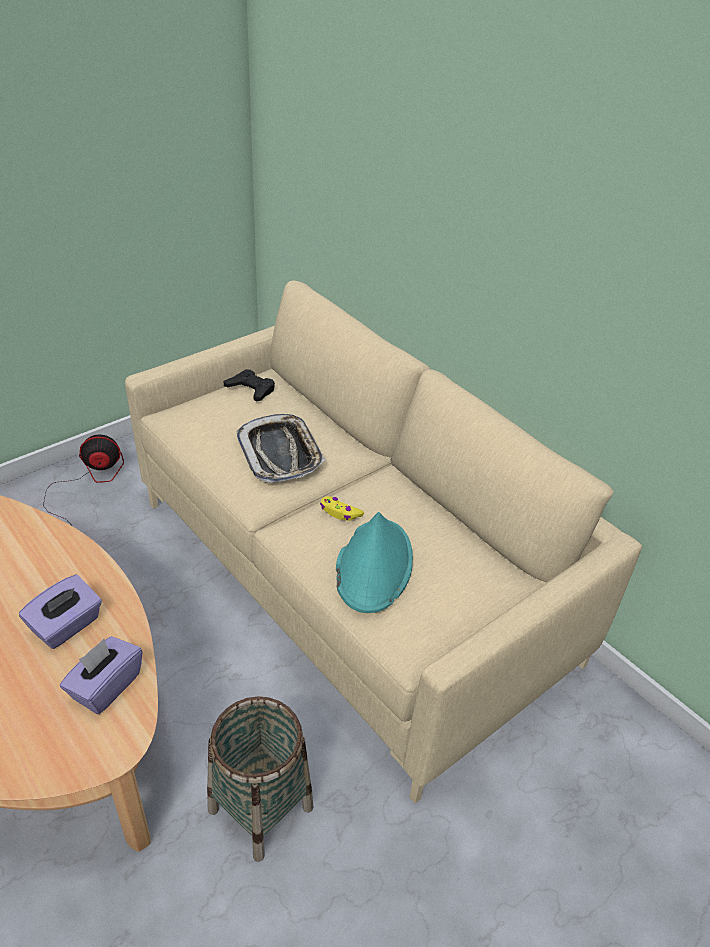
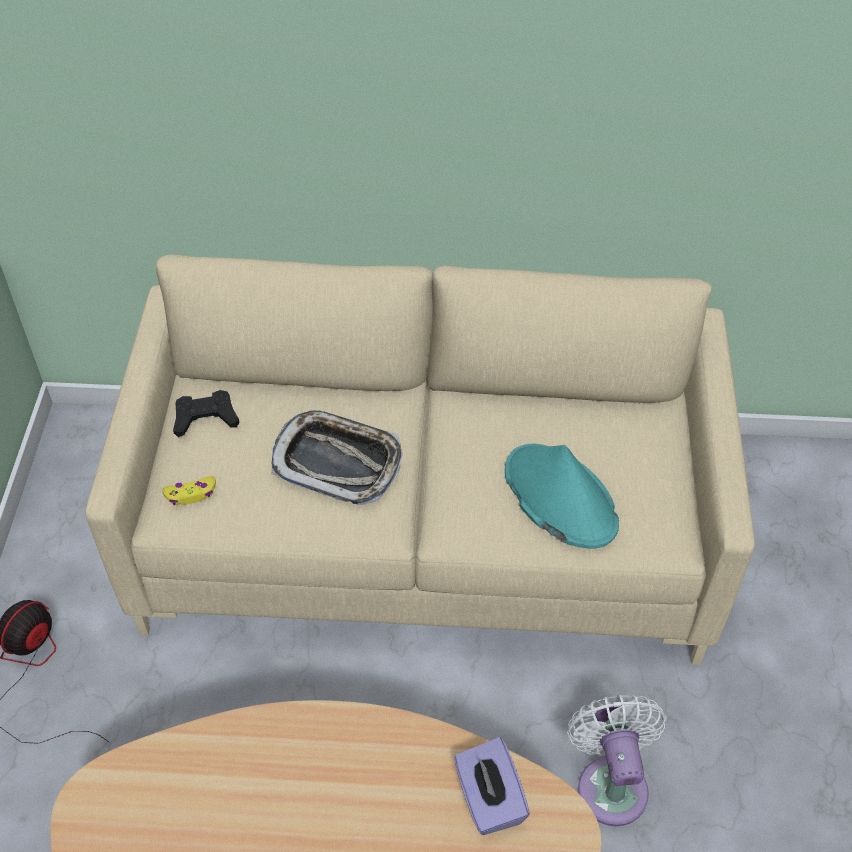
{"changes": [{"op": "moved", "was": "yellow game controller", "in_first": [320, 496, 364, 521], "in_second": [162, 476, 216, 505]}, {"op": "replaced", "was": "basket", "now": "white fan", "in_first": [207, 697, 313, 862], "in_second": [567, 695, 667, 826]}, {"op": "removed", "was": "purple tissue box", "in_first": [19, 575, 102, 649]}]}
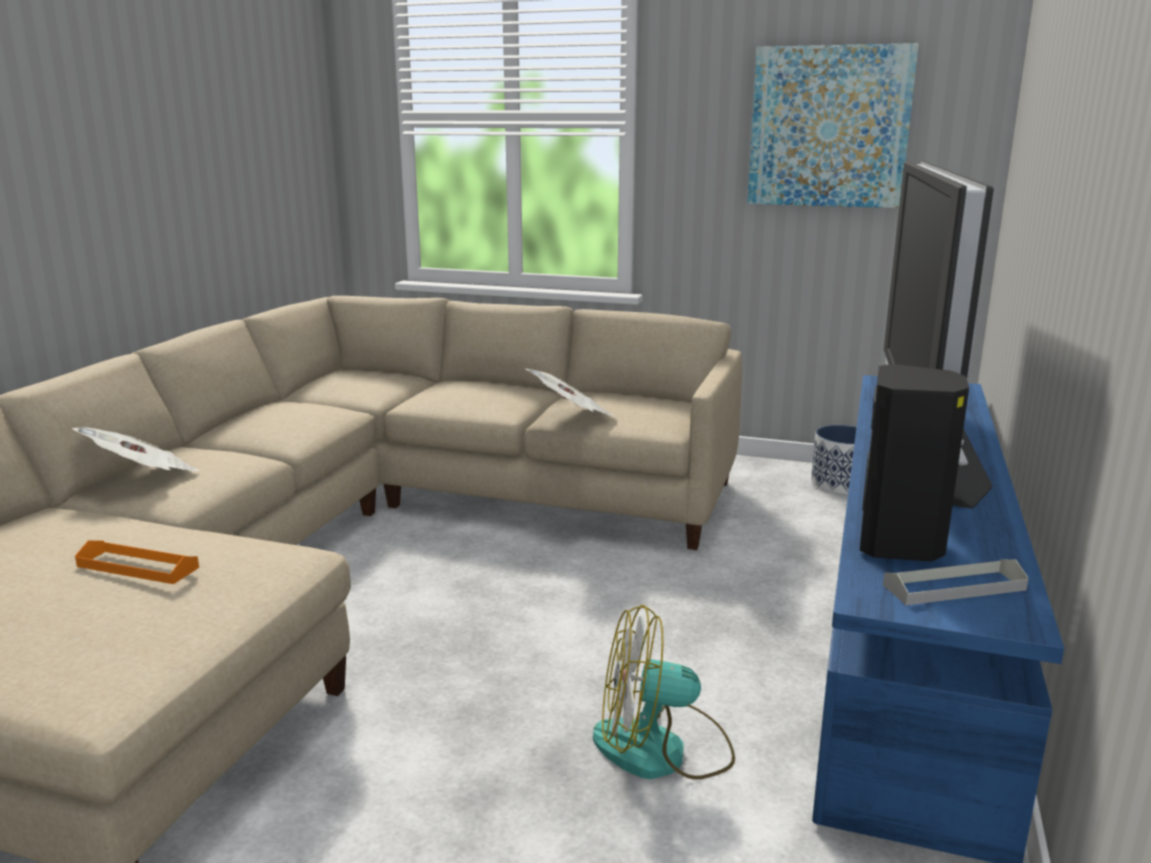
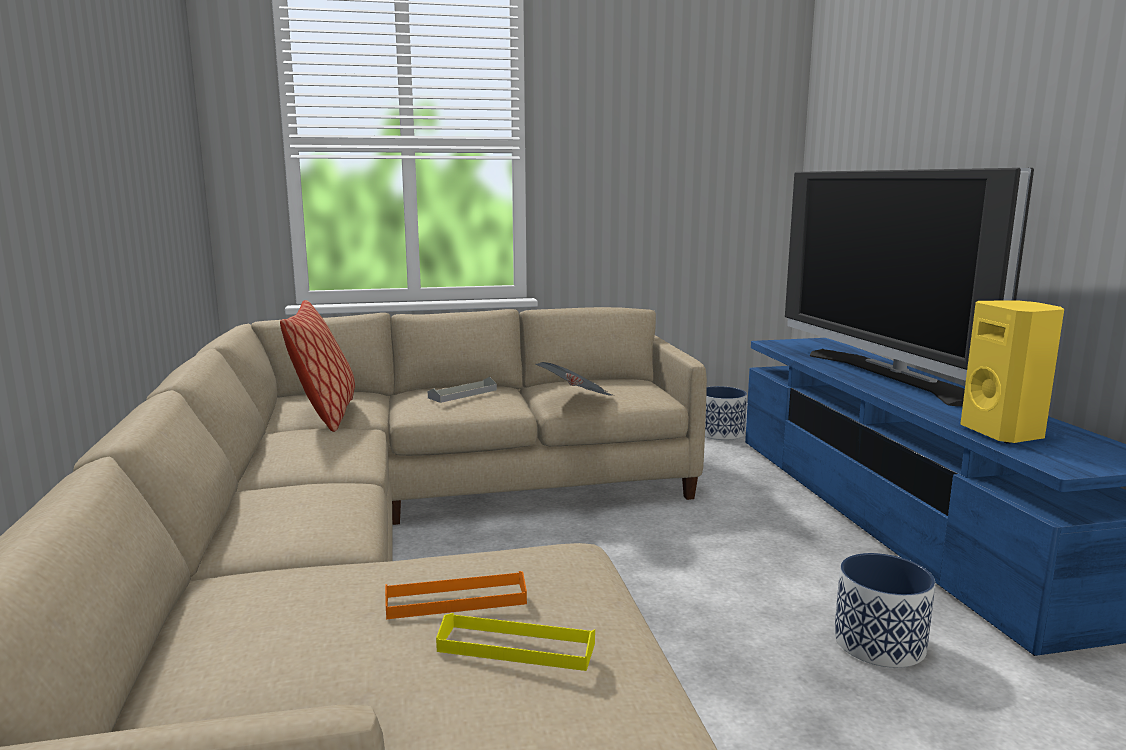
{"changes": [{"op": "added", "now": "pillow", "in_second": [280, 300, 355, 432]}, {"op": "moved", "was": "grey tray", "in_first": [883, 559, 1028, 605], "in_second": [428, 377, 497, 403]}, {"op": "added", "now": "yellow tray", "in_second": [436, 613, 595, 671]}, {"op": "replaced", "was": "fan", "now": "planter", "in_first": [593, 605, 735, 780], "in_second": [834, 553, 935, 668]}, {"op": "recoloured", "was": "black speaker", "now": "yellow speaker", "in_first": [860, 364, 969, 562], "in_second": [960, 300, 1064, 444]}, {"op": "removed", "was": "newspaper", "in_first": [71, 427, 201, 471]}, {"op": "removed", "was": "picture", "in_first": [747, 43, 919, 208]}]}
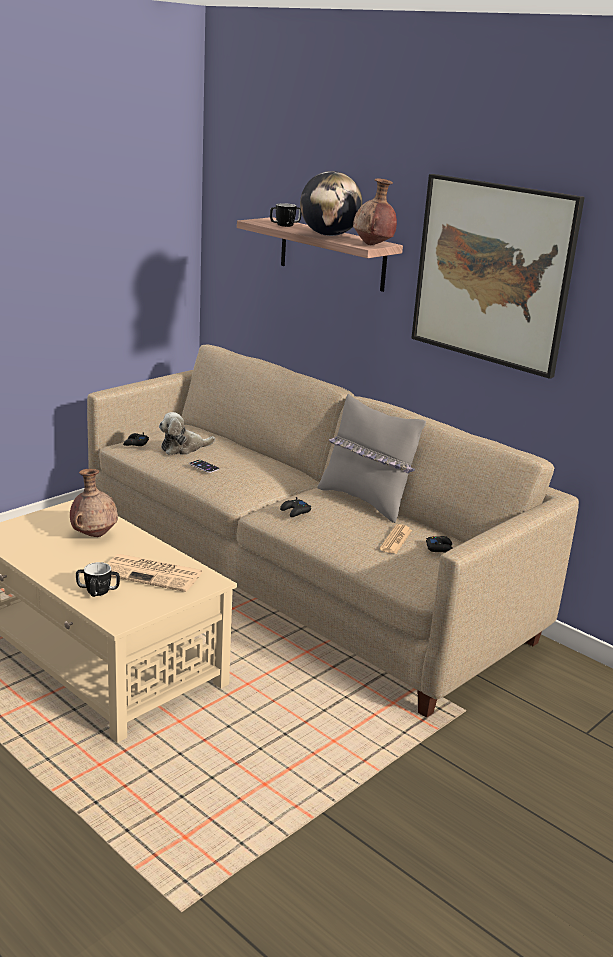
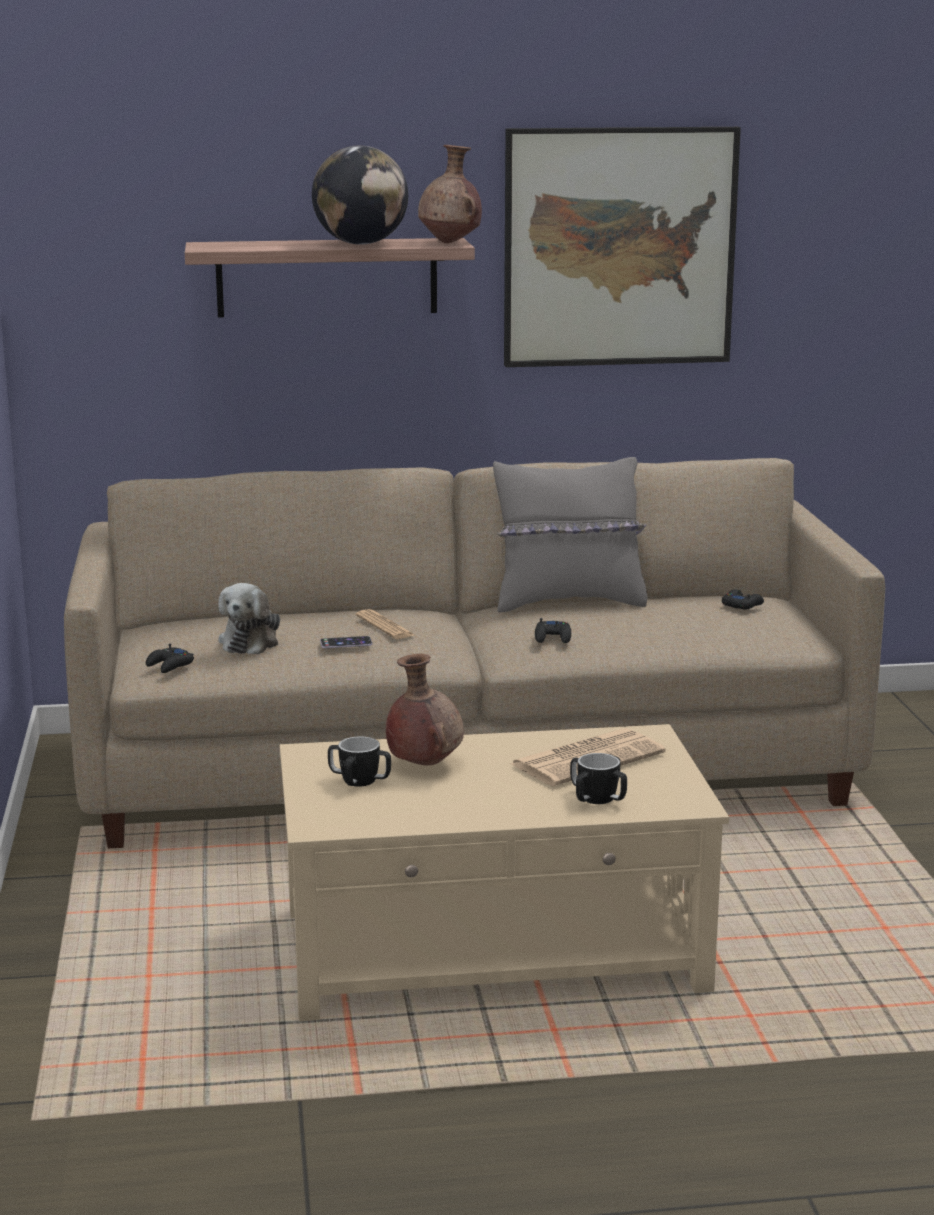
{"changes": [{"op": "moved", "was": "mug", "in_first": [270, 203, 302, 227], "in_second": [328, 736, 391, 787]}, {"op": "moved", "was": "newspaper", "in_first": [380, 524, 412, 554], "in_second": [355, 609, 416, 639]}]}
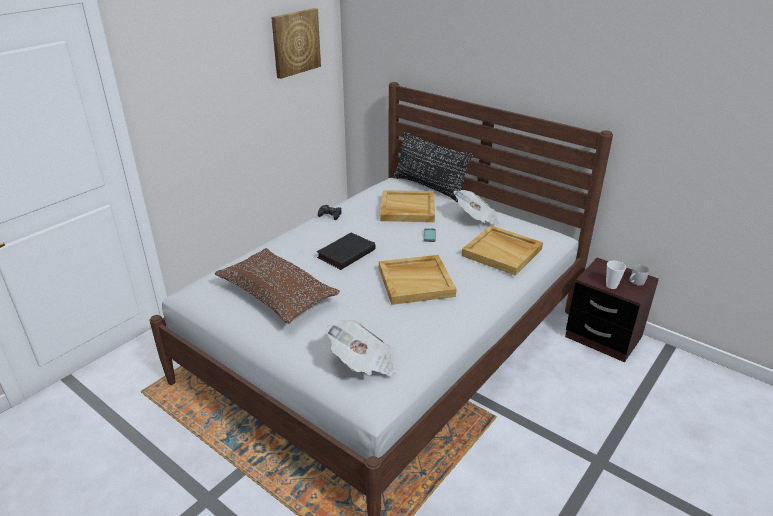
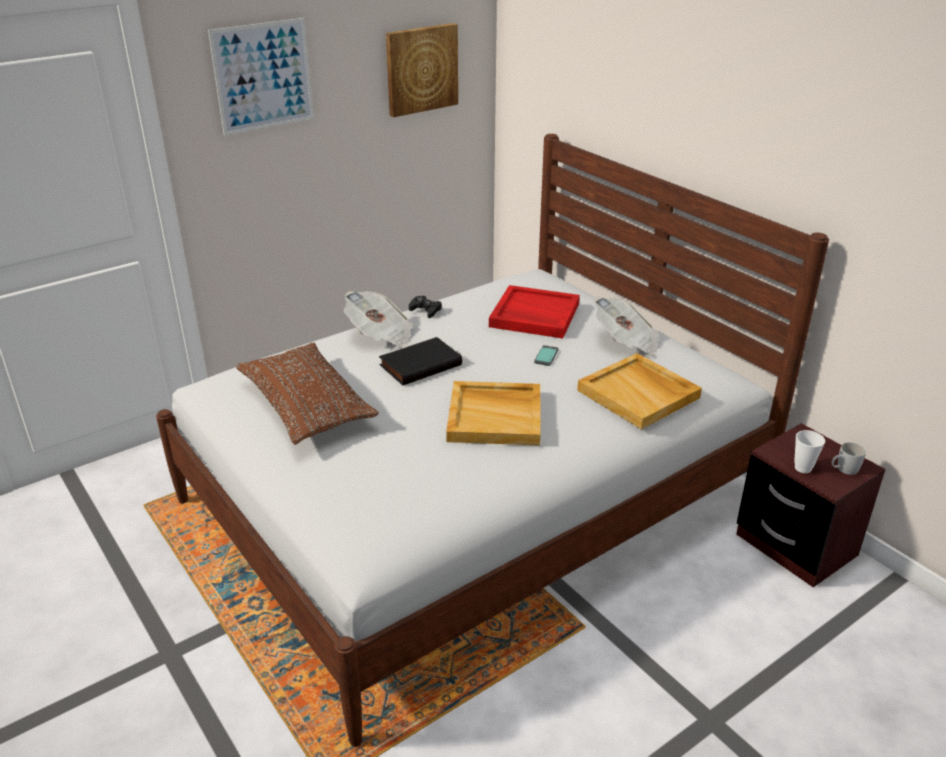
{"changes": [{"op": "added", "now": "picture", "in_second": [208, 18, 314, 136]}, {"op": "moved", "was": "newspaper", "in_first": [326, 320, 395, 376], "in_second": [344, 291, 413, 348]}, {"op": "recoloured", "was": "beige tray", "now": "red tray", "in_first": [380, 190, 435, 222], "in_second": [489, 285, 580, 338]}, {"op": "removed", "was": "black pillow", "in_first": [393, 132, 473, 202]}]}
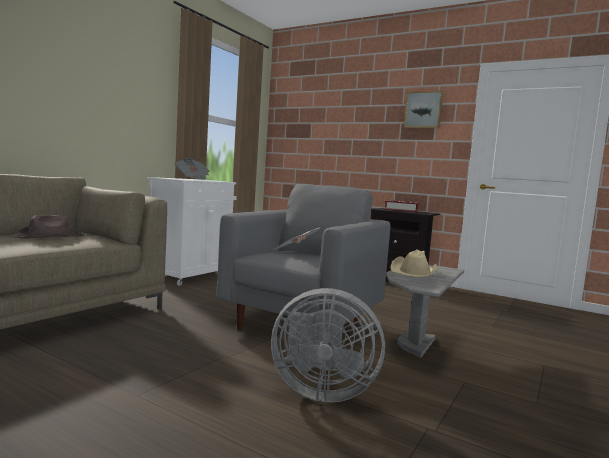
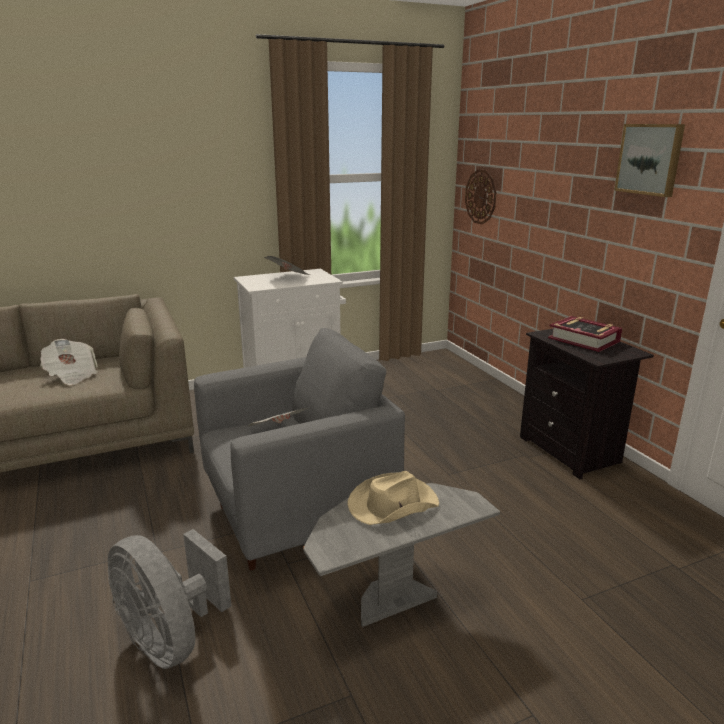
{"changes": [{"op": "replaced", "was": "brown hat", "now": "newspaper", "in_first": [10, 215, 84, 239], "in_second": [40, 339, 98, 385]}, {"op": "added", "now": "wall clock", "in_second": [465, 169, 496, 225]}]}
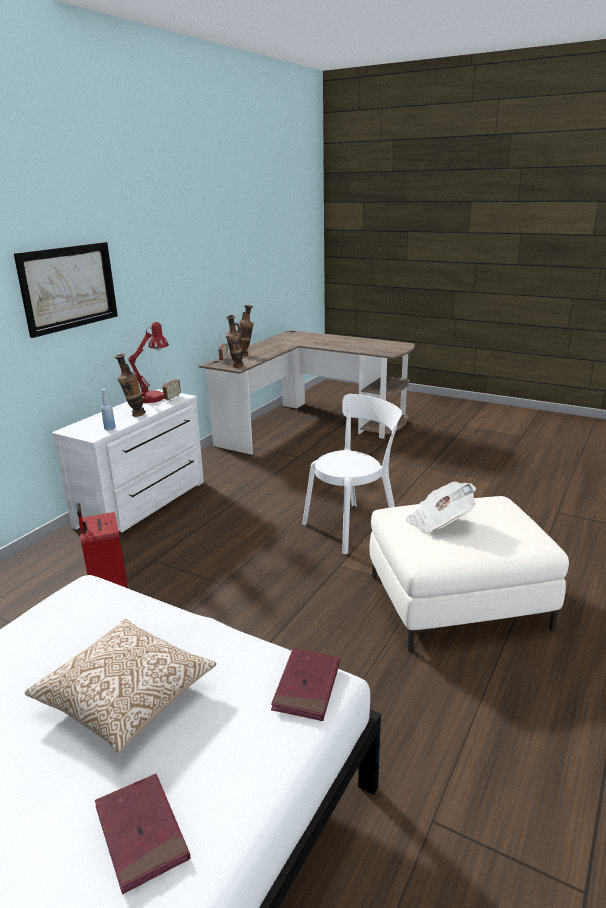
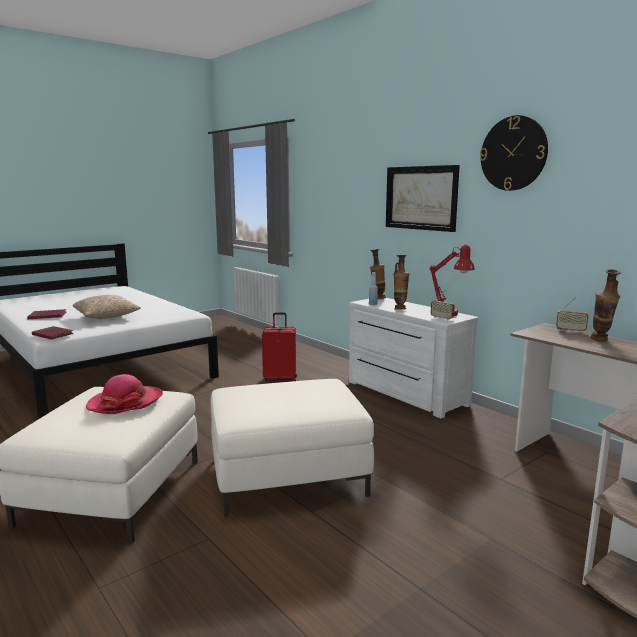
{"changes": [{"op": "replaced", "was": "newspaper", "now": "hat", "in_first": [406, 482, 476, 533], "in_second": [86, 374, 163, 414]}, {"op": "replaced", "was": "white chair", "now": "white ottoman", "in_first": [302, 394, 402, 555], "in_second": [210, 379, 374, 517]}, {"op": "moved", "was": "vase", "in_first": [225, 315, 244, 368], "in_second": [370, 249, 386, 300]}, {"op": "added", "now": "wall clock", "in_second": [480, 115, 548, 191]}]}
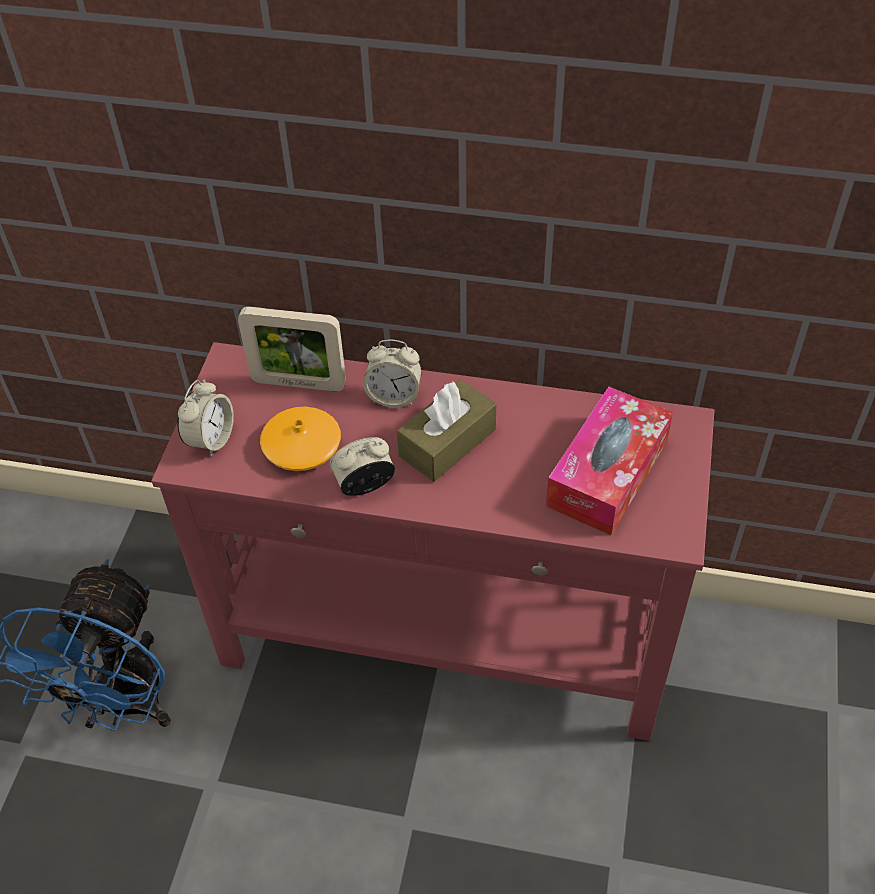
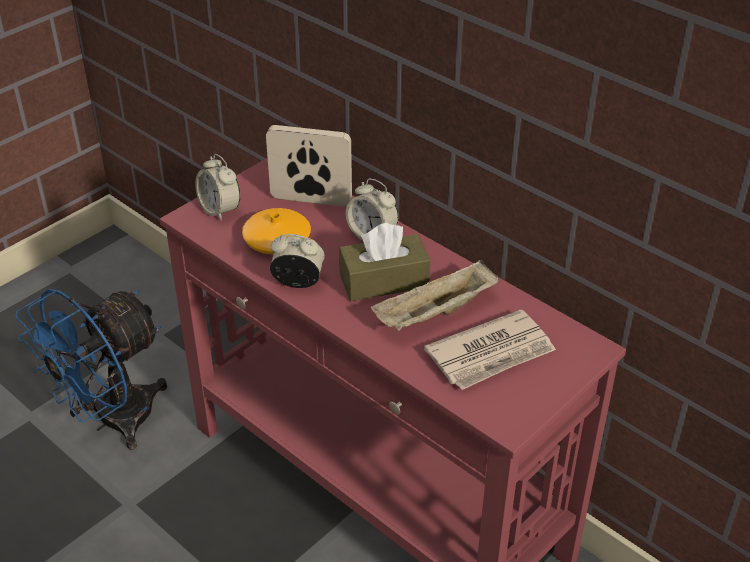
{"changes": [{"op": "turned", "was": "alarm clock", "in_first": [177, 380, 234, 457], "in_second": [195, 154, 240, 221], "clockwise": 90}, {"op": "turned", "was": "picture frame", "in_first": [238, 307, 346, 391], "in_second": [266, 125, 352, 207], "clockwise": 150}, {"op": "added", "now": "beige tray", "in_second": [371, 260, 499, 331]}, {"op": "replaced", "was": "tissue box", "now": "newspaper", "in_first": [546, 387, 673, 535], "in_second": [424, 309, 556, 390]}]}
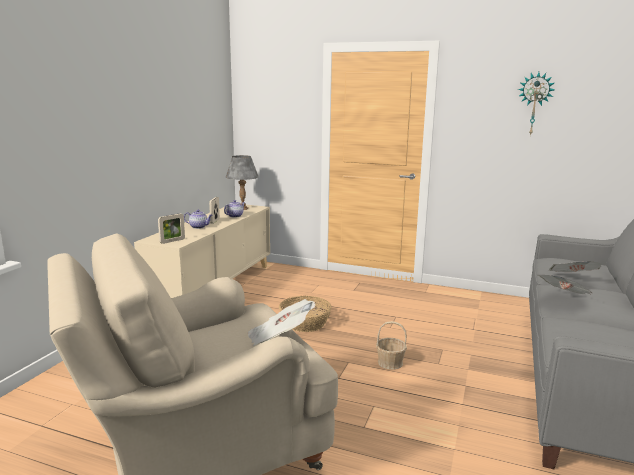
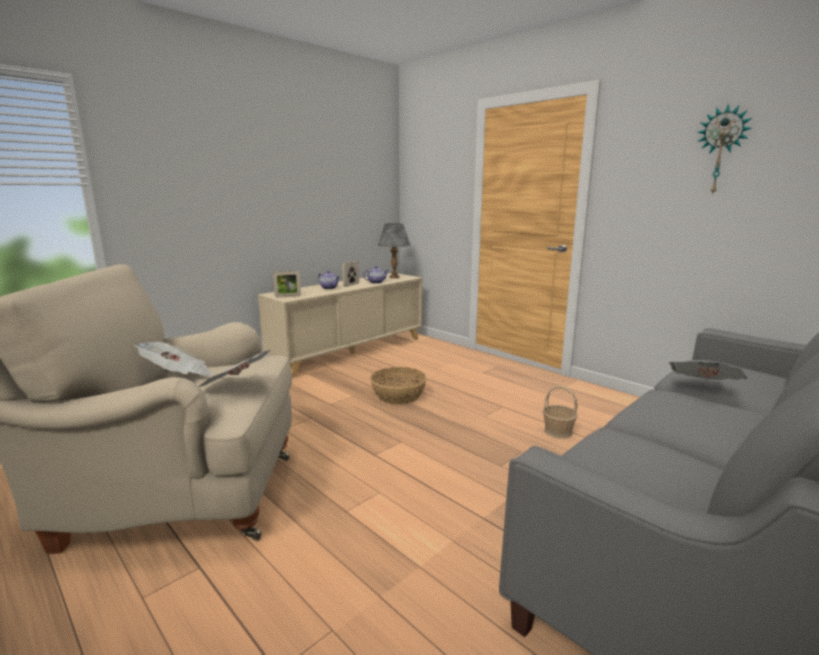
{"changes": [{"op": "moved", "was": "newspaper", "in_first": [538, 275, 592, 294], "in_second": [134, 342, 214, 376]}, {"op": "moved", "was": "basket", "in_first": [376, 321, 407, 370], "in_second": [543, 386, 578, 439]}]}
